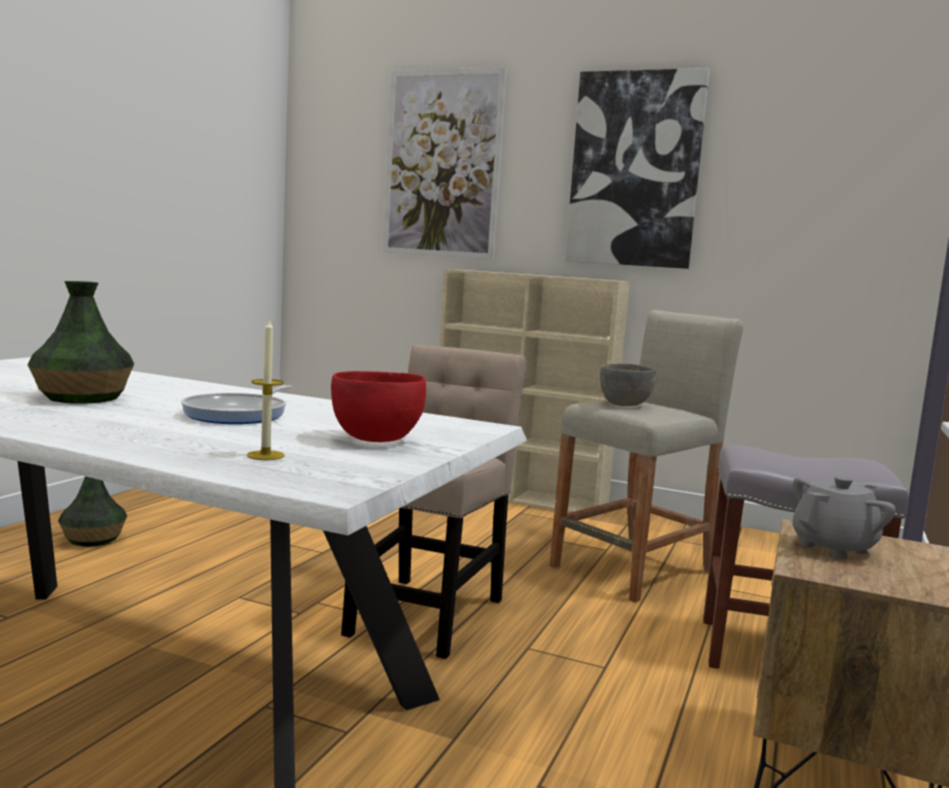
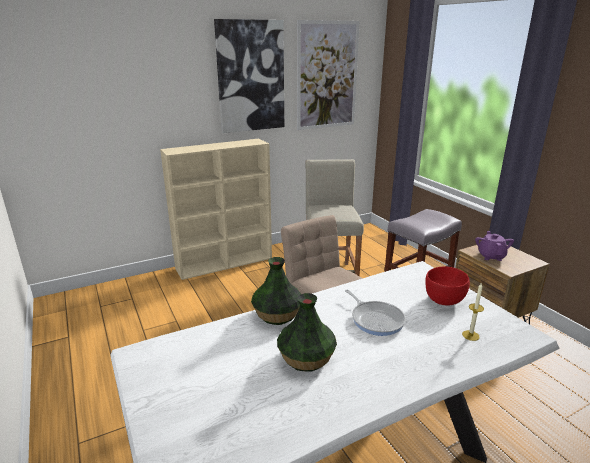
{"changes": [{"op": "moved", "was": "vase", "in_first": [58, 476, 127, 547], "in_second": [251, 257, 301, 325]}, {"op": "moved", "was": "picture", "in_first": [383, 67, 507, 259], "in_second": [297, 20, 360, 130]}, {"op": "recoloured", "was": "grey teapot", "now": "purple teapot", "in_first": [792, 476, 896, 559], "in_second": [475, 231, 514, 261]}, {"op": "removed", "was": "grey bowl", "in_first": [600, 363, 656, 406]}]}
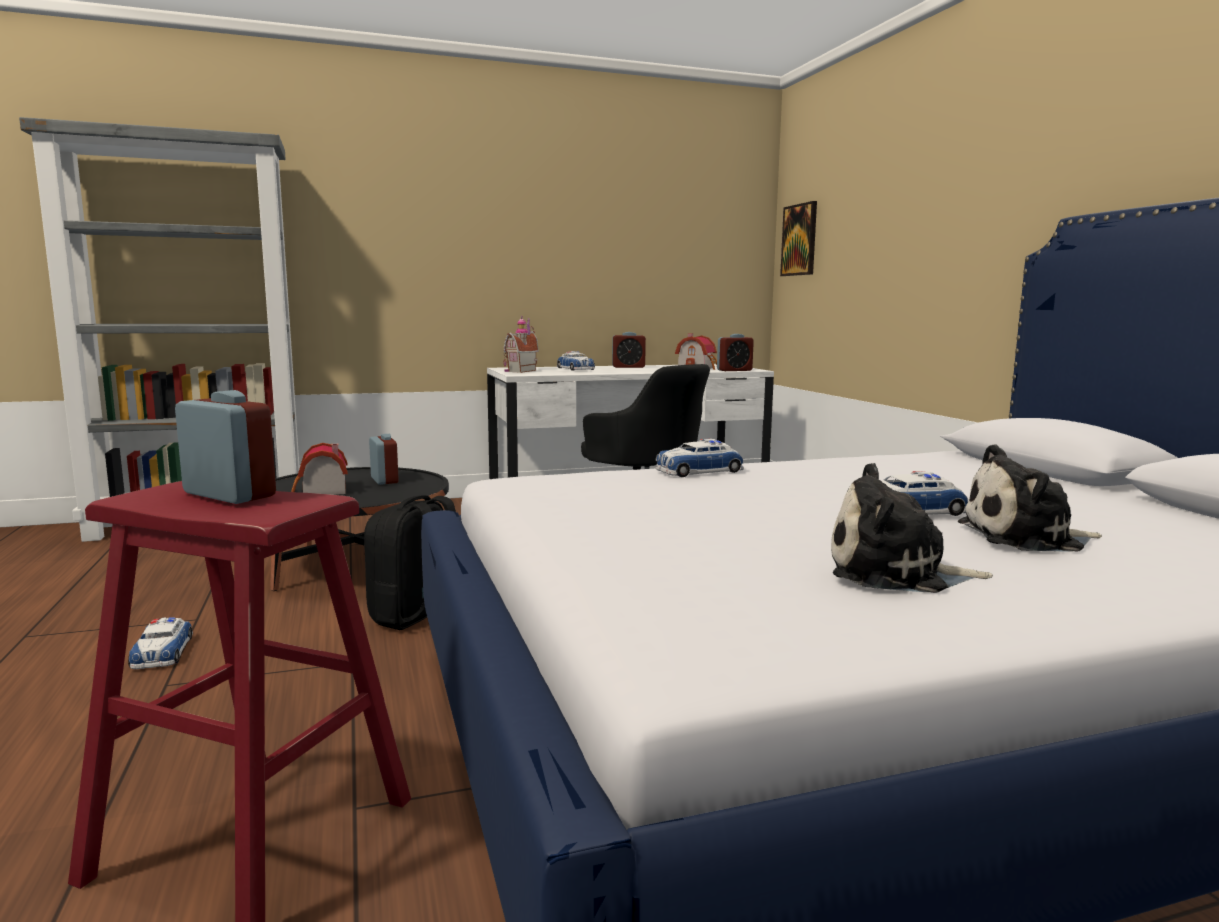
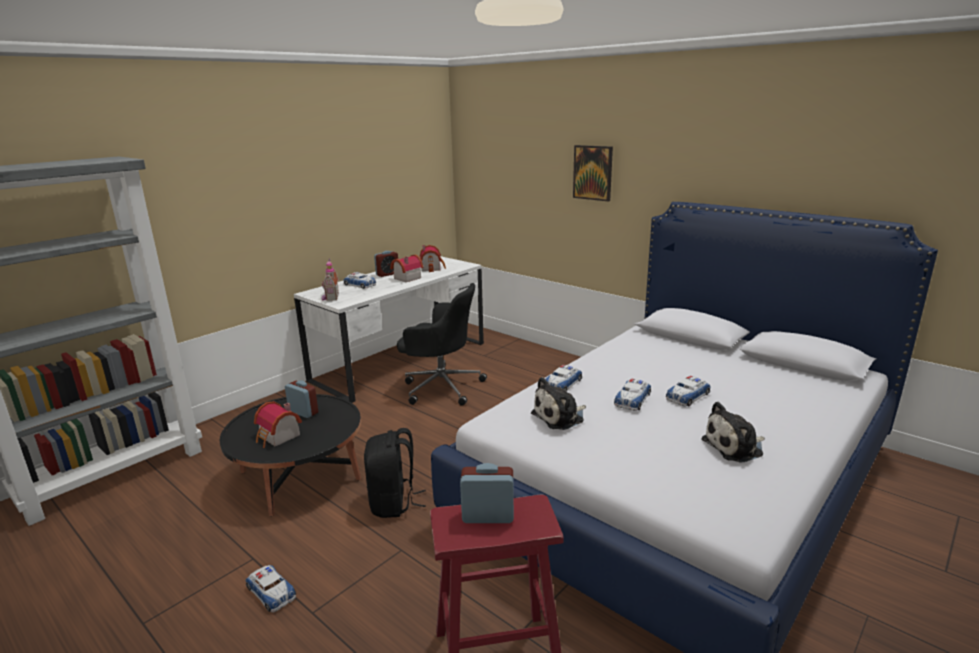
{"changes": [{"op": "added", "now": "toy house", "in_second": [390, 254, 423, 282]}, {"op": "moved", "was": "plush toy", "in_first": [958, 444, 1102, 552], "in_second": [531, 377, 586, 430]}, {"op": "moved", "was": "picture", "in_first": [780, 201, 817, 276], "in_second": [573, 145, 613, 201]}, {"op": "added", "now": "toy car", "in_second": [614, 379, 651, 411]}, {"op": "removed", "was": "alarm clock", "in_first": [717, 334, 754, 371]}]}
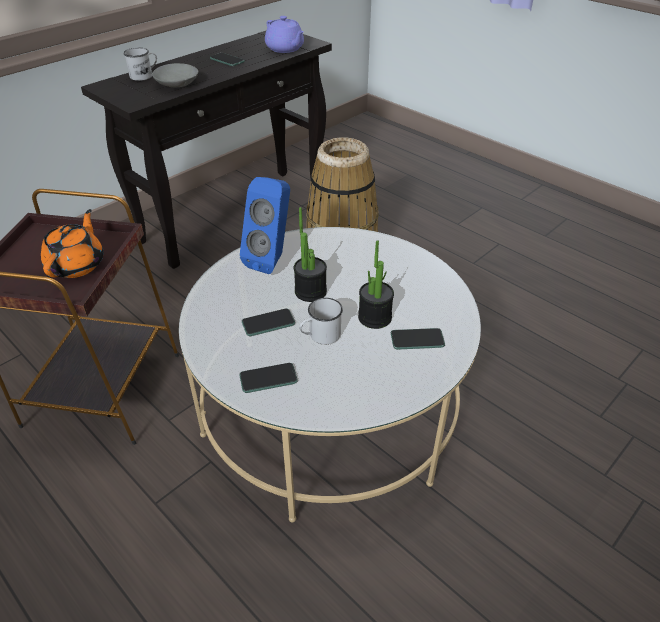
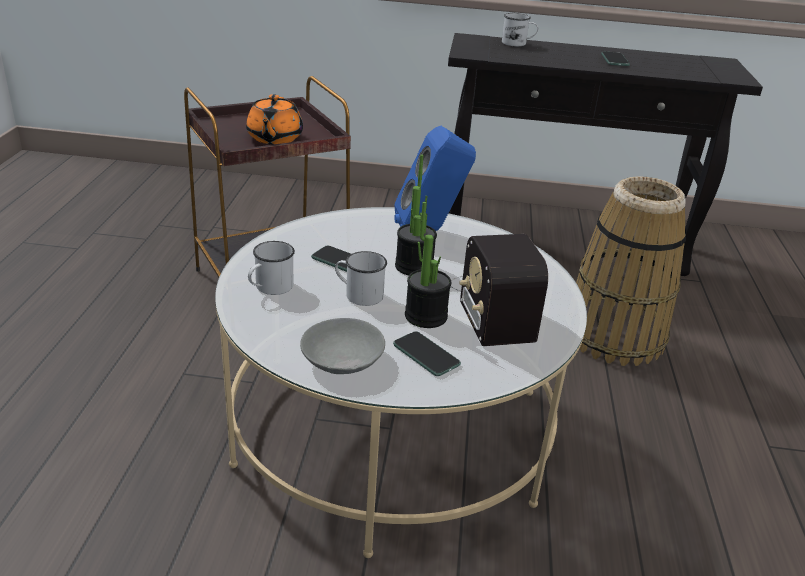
{"changes": [{"op": "turned", "was": "orange teapot", "in_first": [41, 209, 104, 278], "in_second": [246, 94, 303, 145], "clockwise": 120}, {"op": "replaced", "was": "phone", "now": "white mug", "in_first": [239, 363, 298, 393], "in_second": [248, 241, 295, 295]}, {"op": "moved", "was": "grey bowl", "in_first": [152, 63, 198, 87], "in_second": [300, 318, 385, 374]}, {"op": "added", "now": "radio", "in_second": [451, 234, 548, 346]}, {"op": "removed", "was": "purple teapot", "in_first": [265, 16, 304, 53]}]}
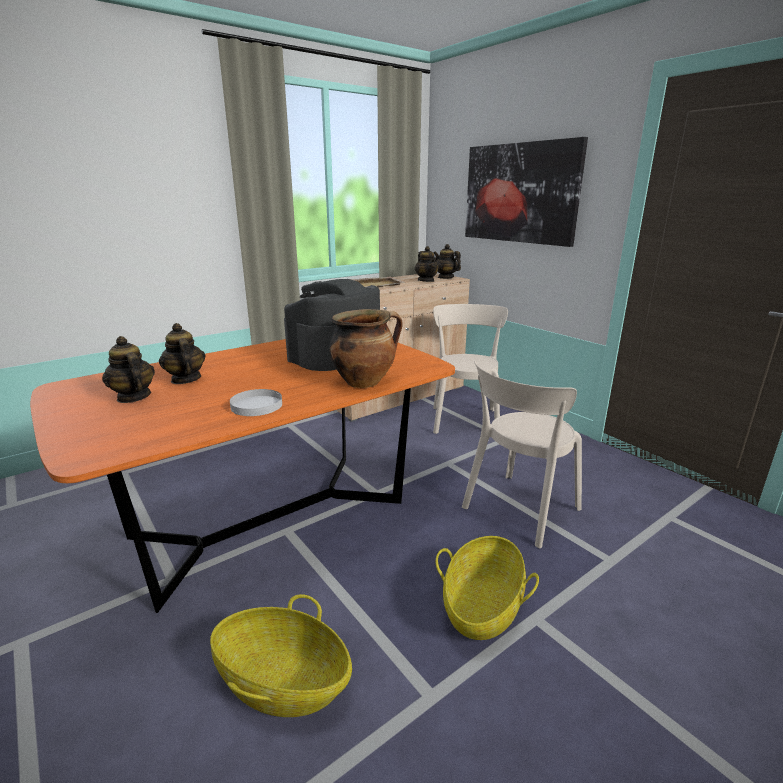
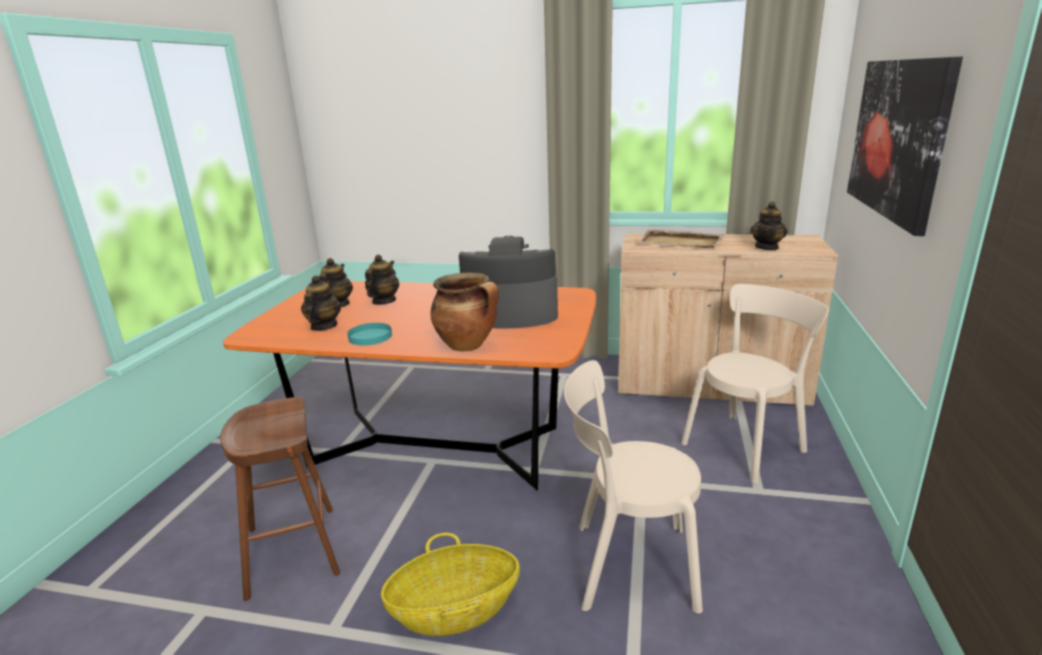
{"changes": [{"op": "replaced", "was": "basket", "now": "brown stool", "in_first": [210, 594, 352, 717], "in_second": [220, 397, 340, 601]}, {"op": "moved", "was": "teapot", "in_first": [434, 244, 461, 279], "in_second": [301, 275, 341, 331]}, {"op": "recoloured", "was": "white plate", "now": "turquoise plate", "in_first": [230, 389, 282, 416], "in_second": [347, 323, 392, 346]}]}
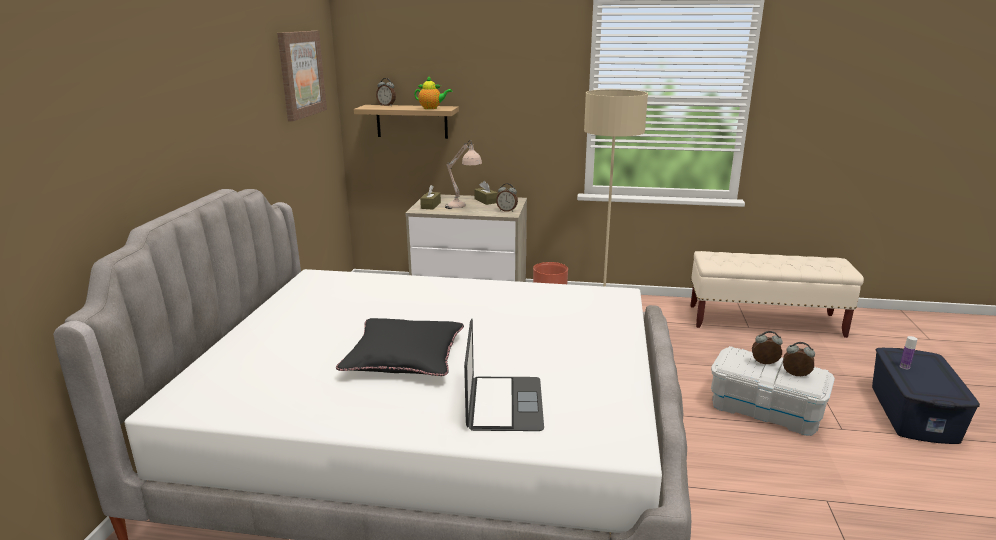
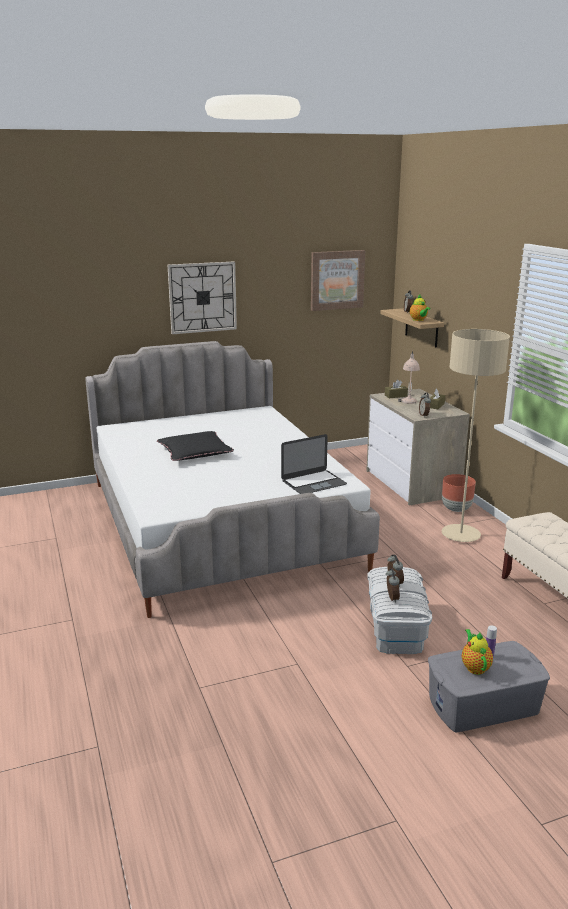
{"changes": [{"op": "added", "now": "wall clock", "in_second": [168, 262, 237, 334]}, {"op": "moved", "was": "laptop", "in_first": [464, 319, 544, 431], "in_second": [281, 434, 347, 494]}, {"op": "recoloured", "was": "blue storage box", "now": "grey storage box", "in_first": [872, 348, 980, 444], "in_second": [428, 641, 550, 732]}, {"op": "added", "now": "teapot", "in_second": [462, 629, 493, 675]}]}
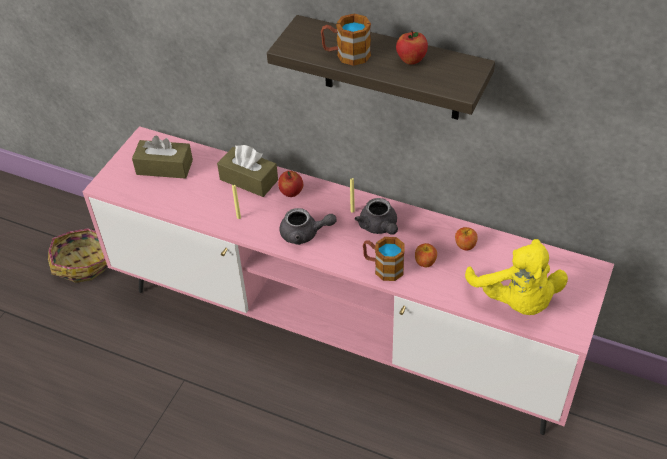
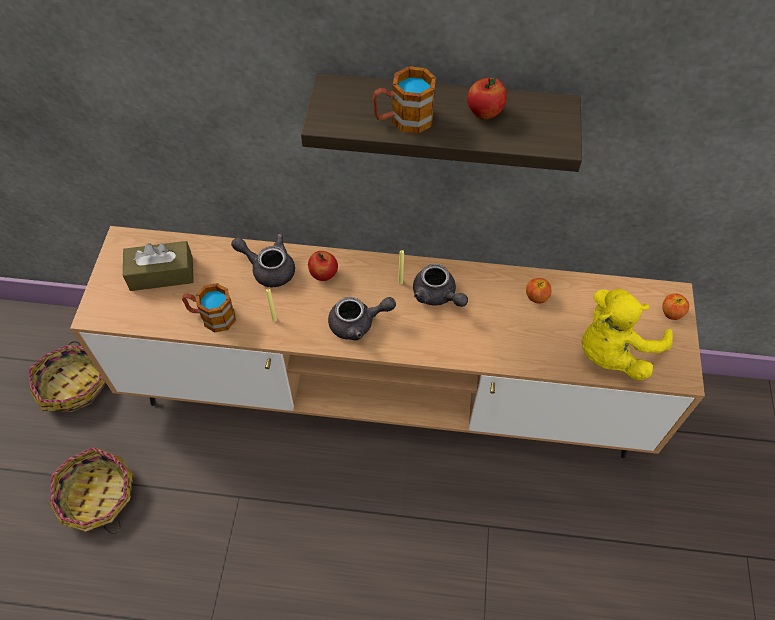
{"changes": [{"op": "added", "now": "basket", "in_second": [49, 447, 133, 534]}, {"op": "recoloured", "was": "pink tv stand", "now": "brown tv stand", "in_first": [83, 126, 614, 435], "in_second": [70, 226, 705, 458]}, {"op": "moved", "was": "mug", "in_first": [363, 237, 405, 281], "in_second": [182, 283, 236, 332]}, {"op": "replaced", "was": "brown tissue box", "now": "grey teapot", "in_first": [217, 145, 278, 197], "in_second": [231, 234, 295, 287]}, {"op": "turned", "was": "yellow plush toy", "in_first": [465, 239, 568, 315], "in_second": [582, 289, 673, 380], "clockwise": 90}, {"op": "moved", "was": "apple", "in_first": [415, 243, 437, 268], "in_second": [662, 293, 689, 320]}]}
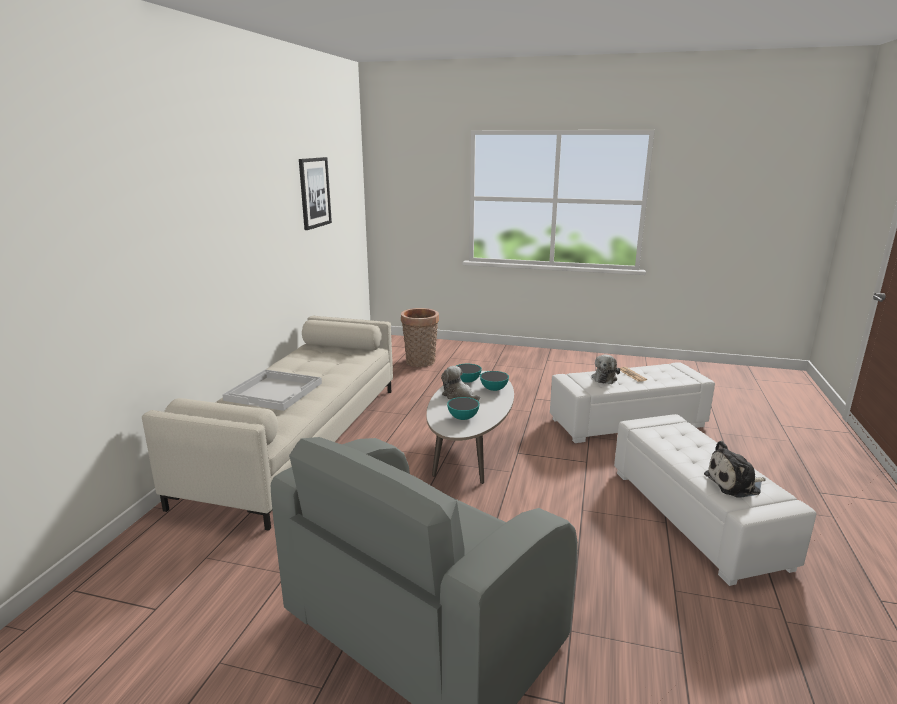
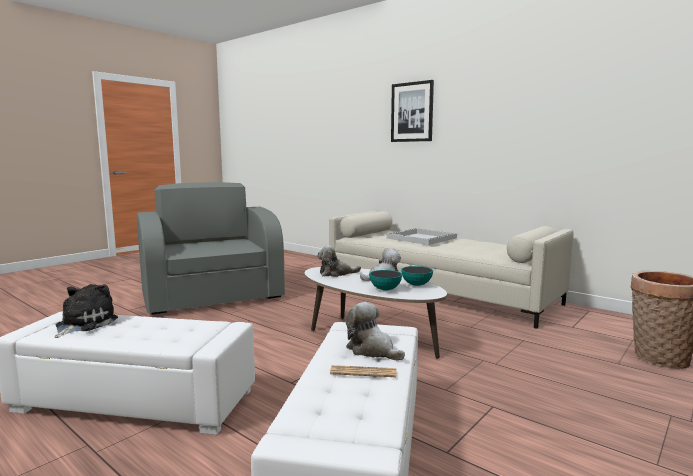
{"changes": [{"op": "replaced", "was": "bowl", "now": "plush toy", "in_first": [447, 397, 479, 420], "in_second": [317, 245, 361, 277]}, {"op": "moved", "was": "picture", "in_first": [299, 157, 332, 230], "in_second": [391, 80, 434, 142]}]}
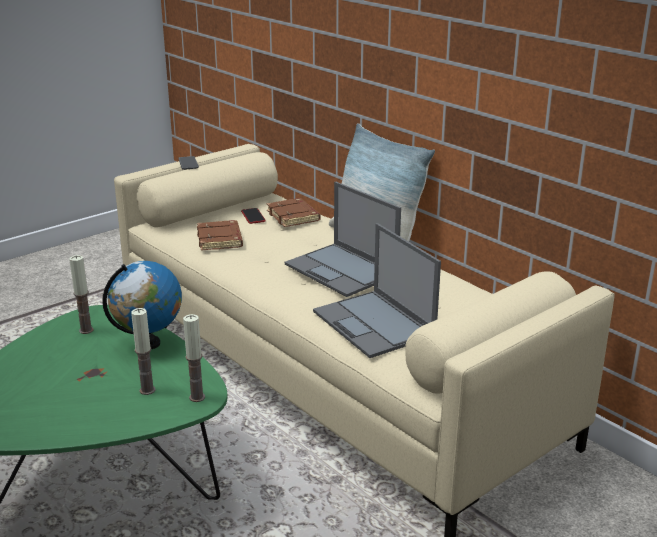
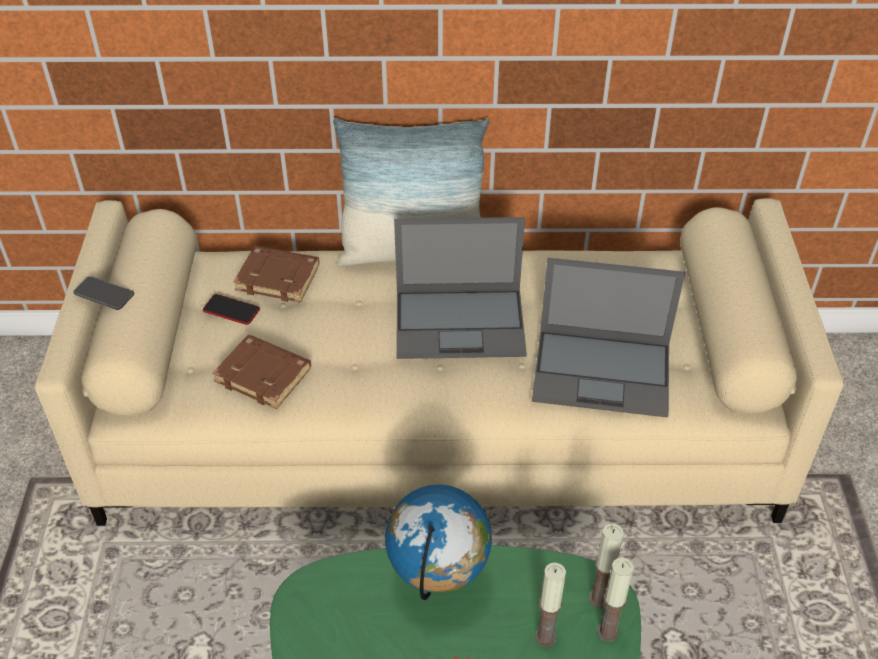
{"changes": [{"op": "moved", "was": "candle", "in_first": [69, 255, 94, 334], "in_second": [597, 557, 634, 642]}]}
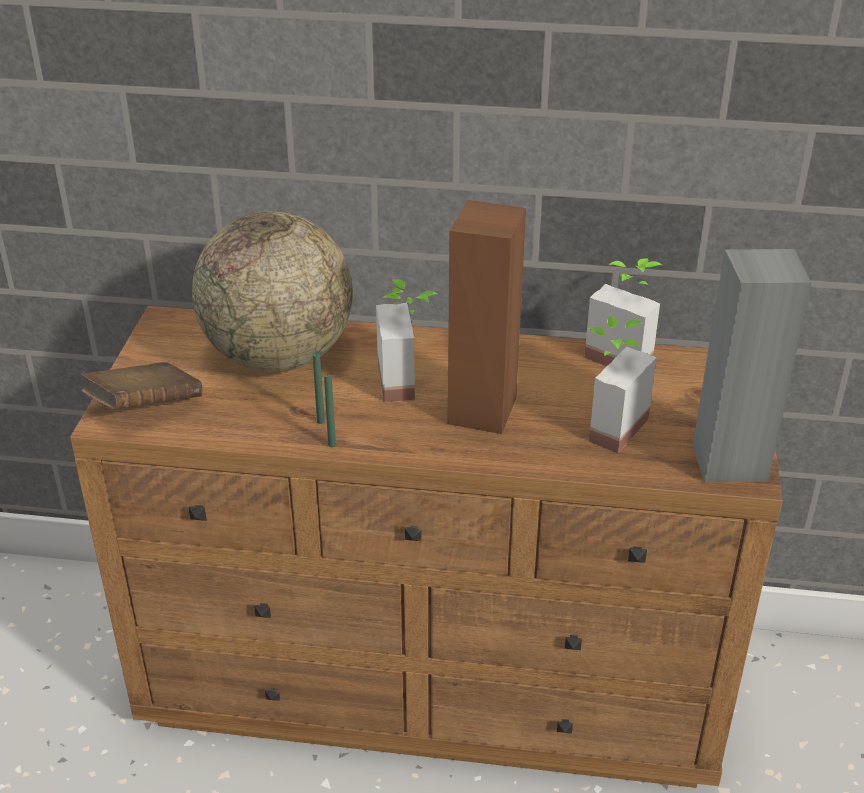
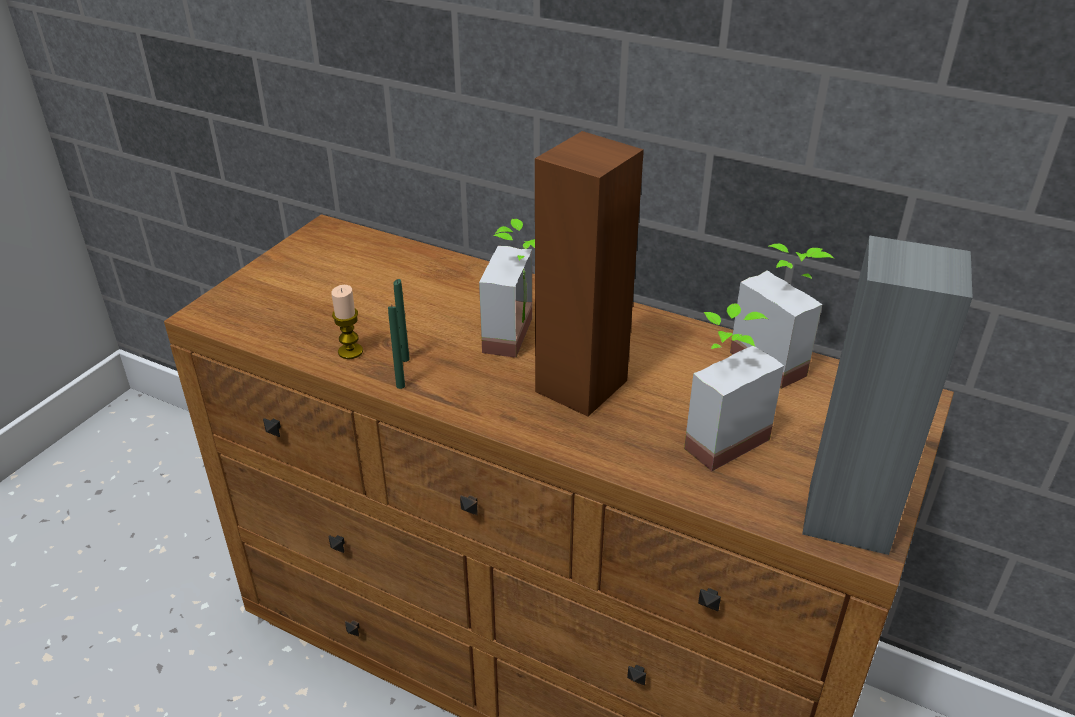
{"changes": [{"op": "added", "now": "candle", "in_second": [331, 285, 363, 359]}, {"op": "removed", "was": "brown book", "in_first": [81, 362, 202, 410]}, {"op": "removed", "was": "globe", "in_first": [192, 211, 353, 372]}]}
